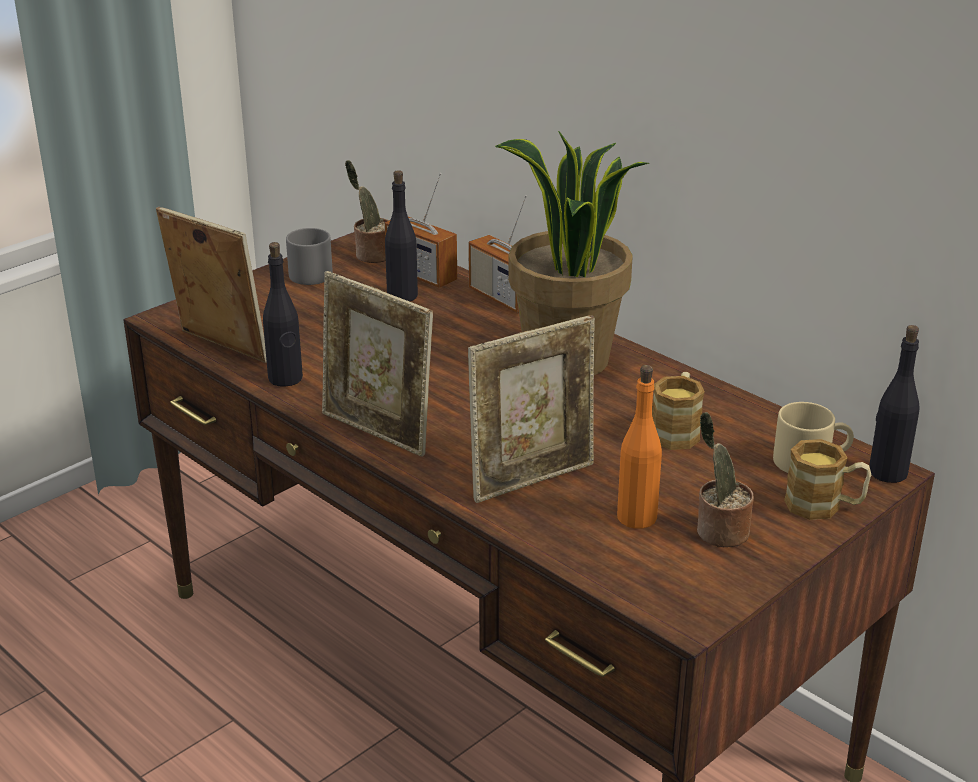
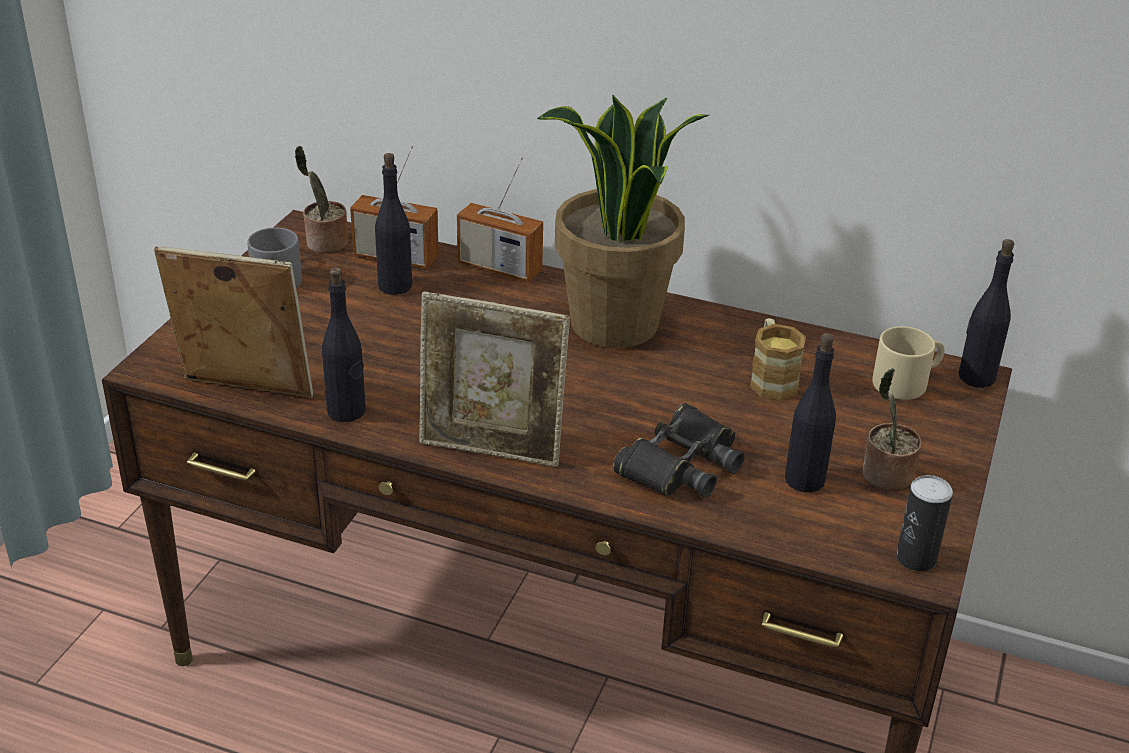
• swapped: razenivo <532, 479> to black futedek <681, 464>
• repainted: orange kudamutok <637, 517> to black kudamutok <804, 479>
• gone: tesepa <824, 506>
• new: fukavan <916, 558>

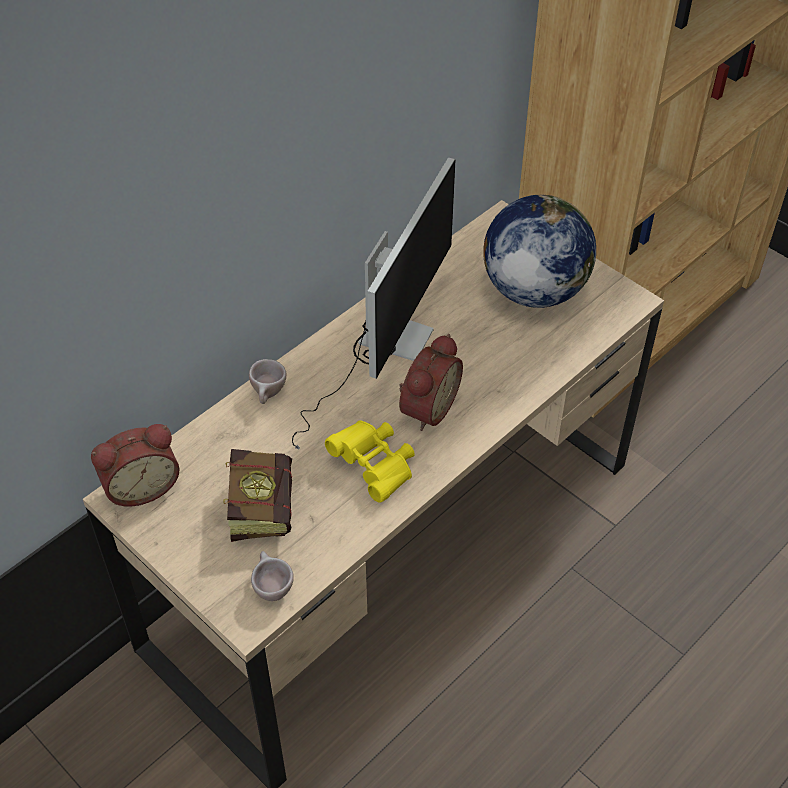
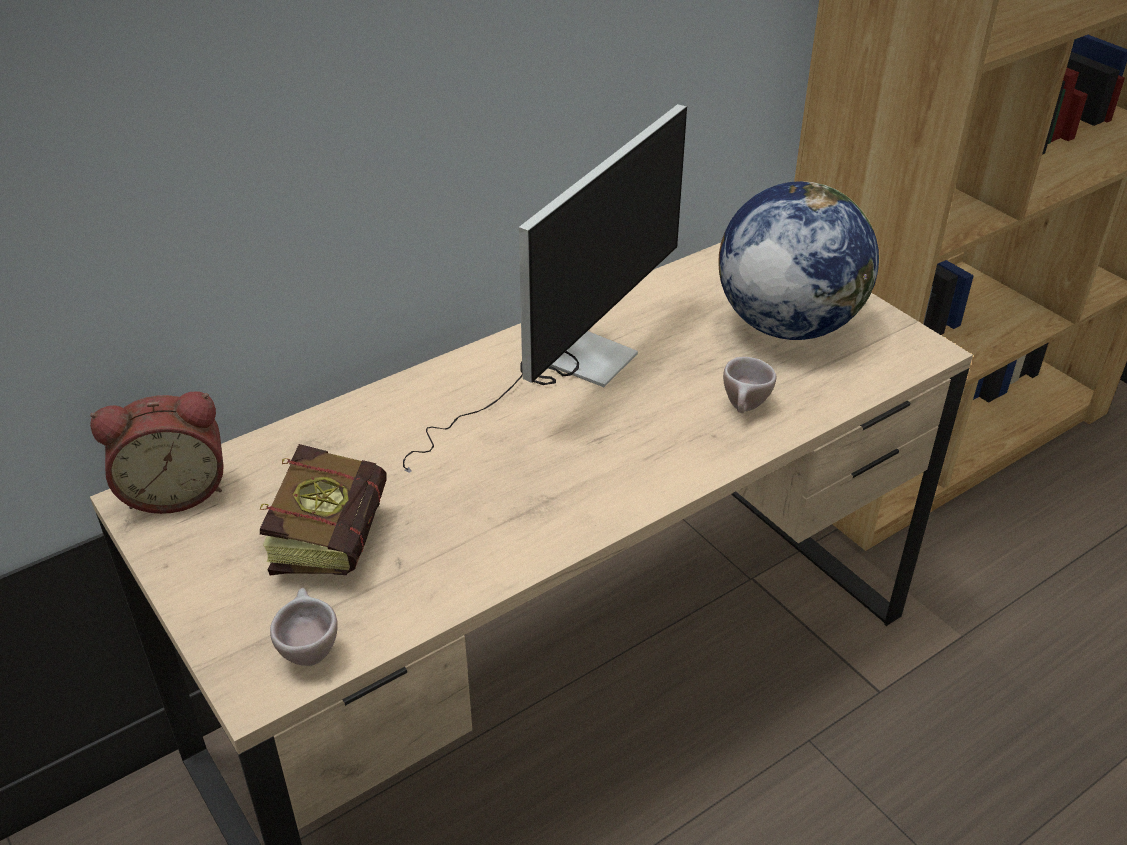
• gone: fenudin <426, 407>
• shifted: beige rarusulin <268, 396> to <745, 409>
• gone: yellow futedek <375, 467>

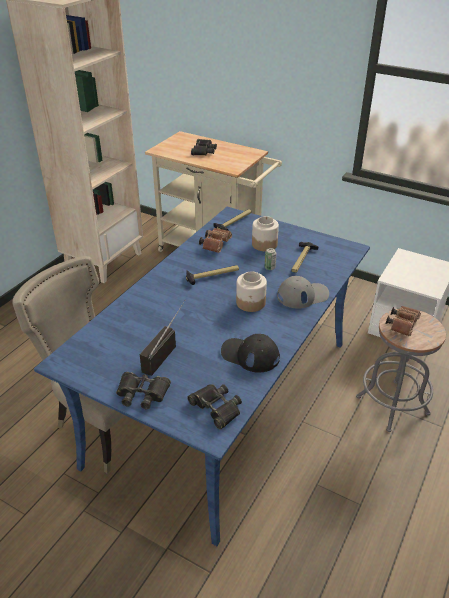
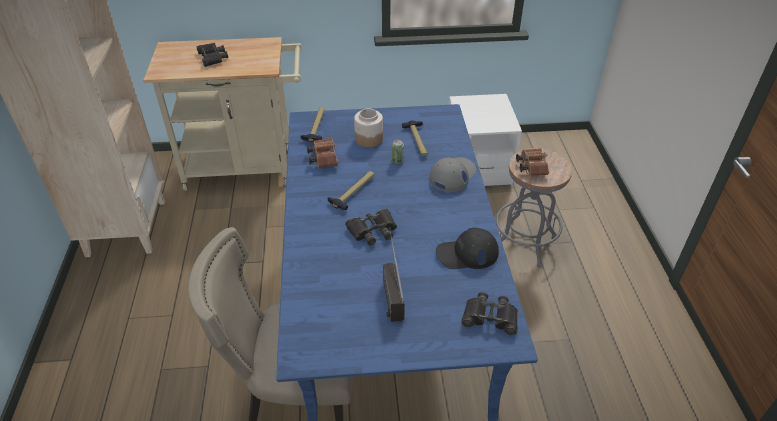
• gone: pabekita <251, 303>
• shifted: black futedek <142, 393> to <373, 230>

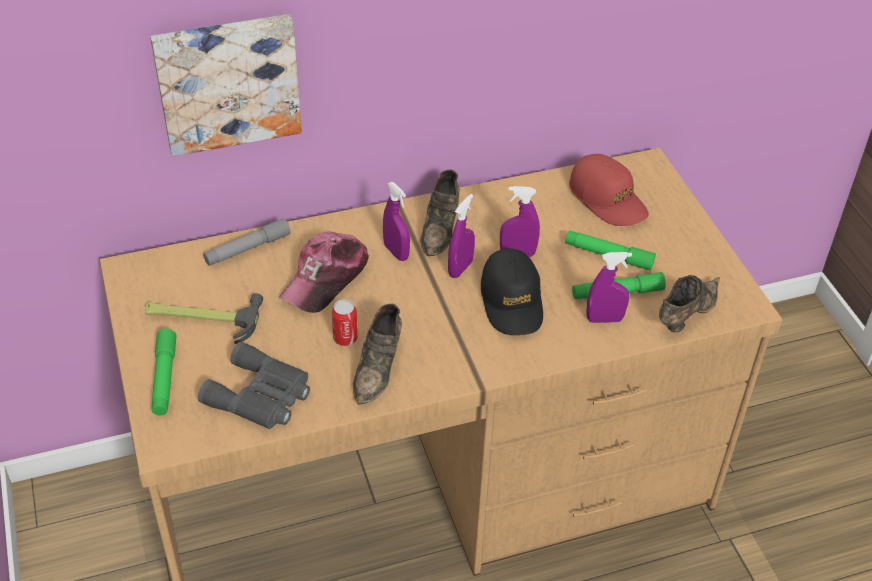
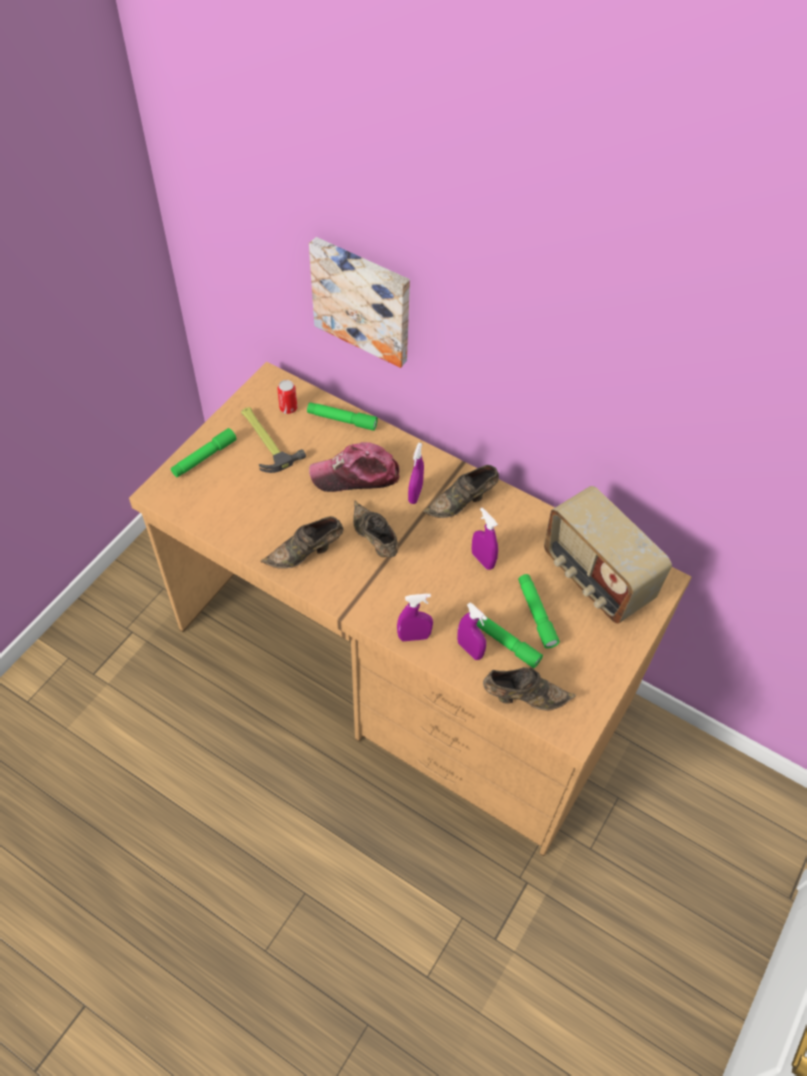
• swapped: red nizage <608, 199> to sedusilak <595, 578>
• shifted: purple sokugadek <460, 268> to <414, 636>
• repainted: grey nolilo <247, 249> to green nolilo <342, 420>
• gone: black nizage <512, 301>
• shifted: fukavan <345, 338> to <288, 408>
• gone: grey futedek <261, 396>
• new: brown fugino <374, 540>

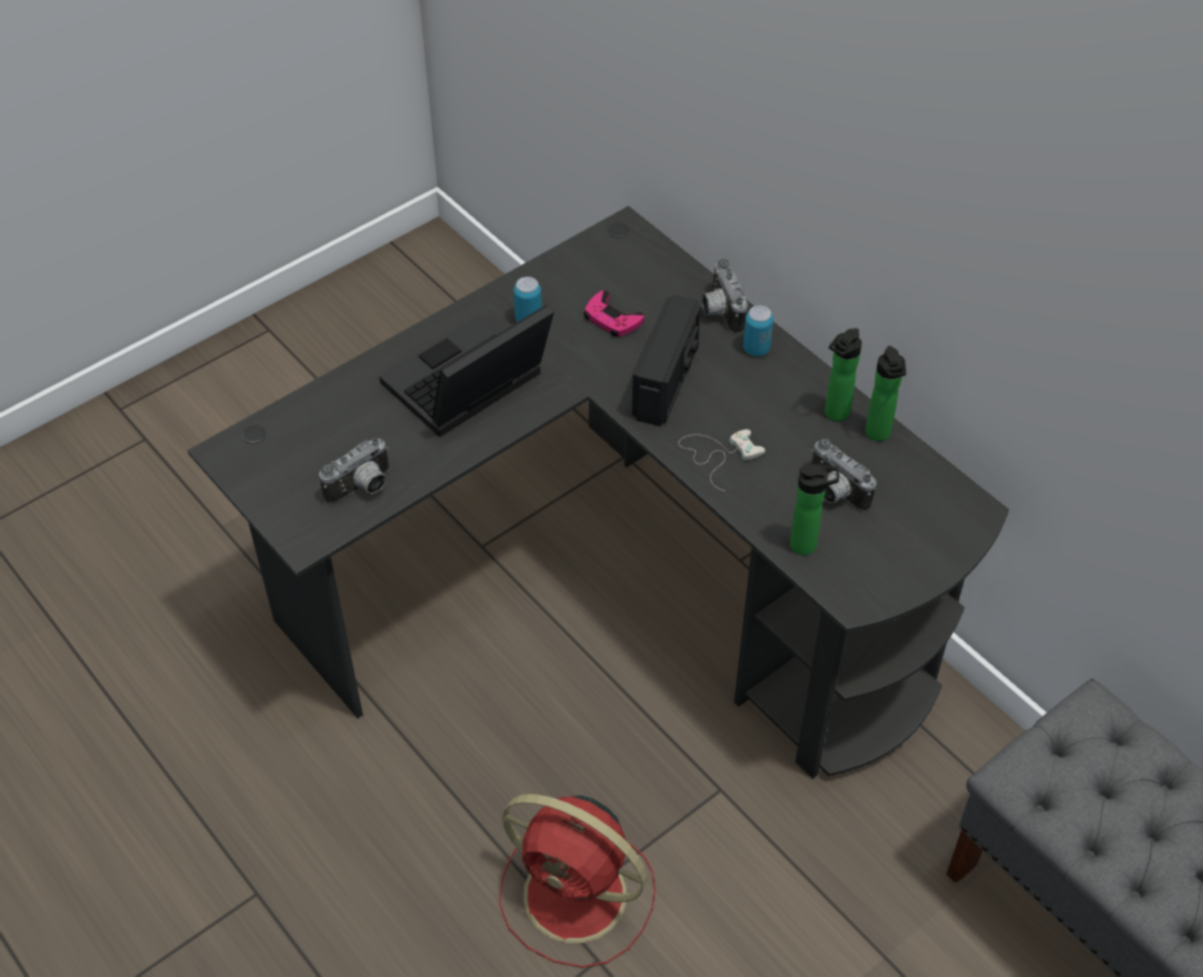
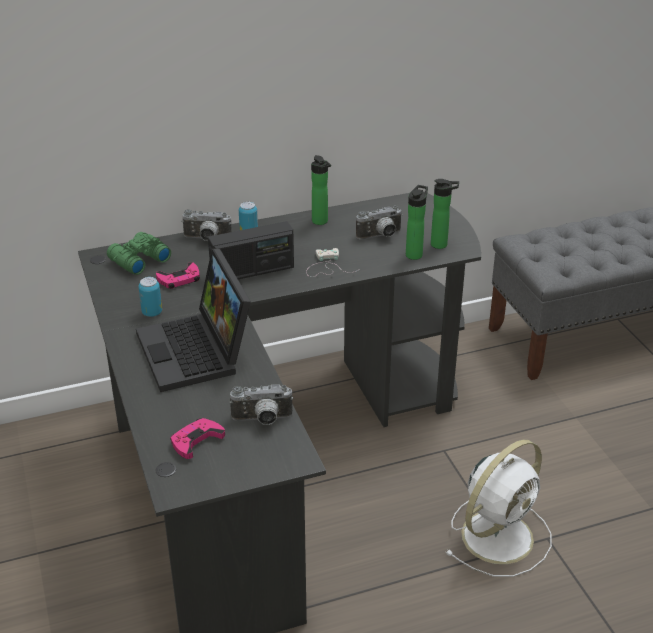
• rotated: sedusilak <666, 382> = <252, 271> 120 degrees clockwise
• shifted: kudamutok <879, 435> to <441, 245>
• rotated: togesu <362, 489> = <262, 420> 105 degrees clockwise
• repainted: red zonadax <579, 897> to white zonadax <499, 535>
• new: green futedek <138, 260>
• new: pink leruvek <196, 440>

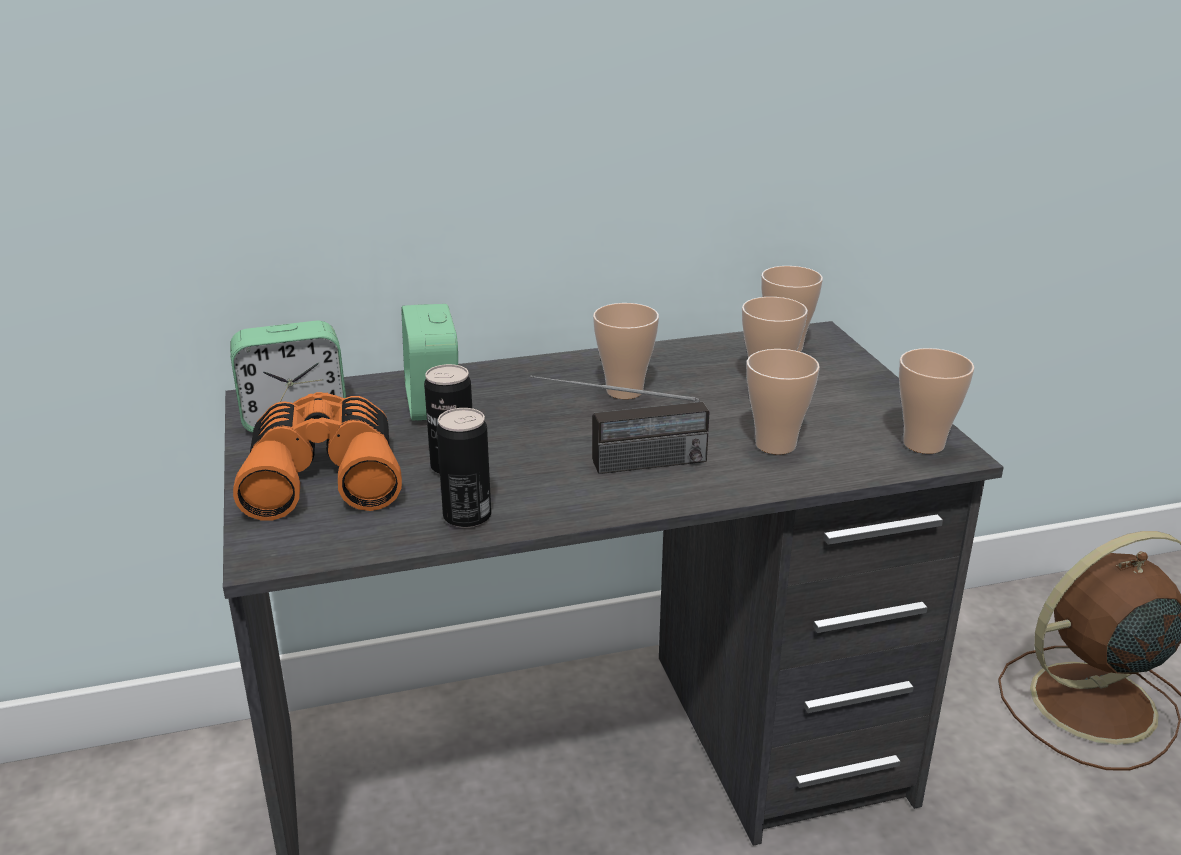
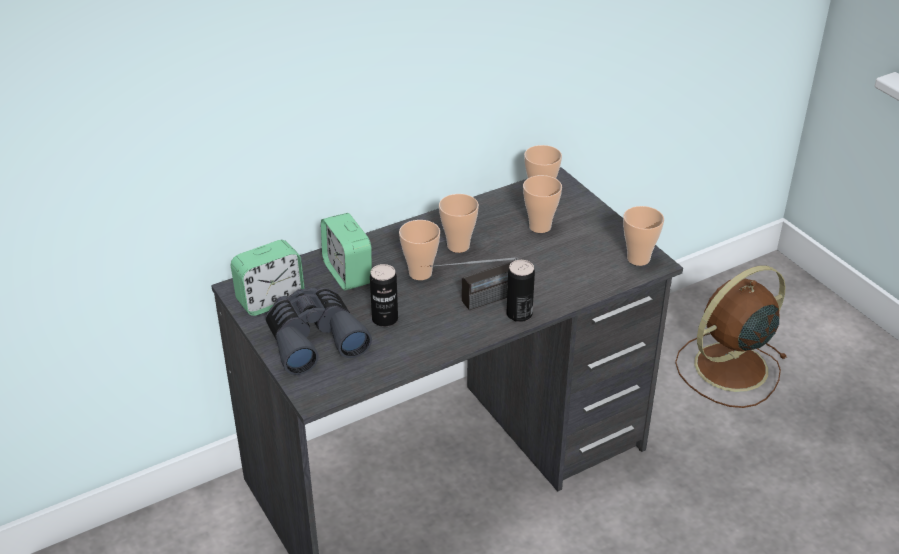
• shifted: rarusulin <775, 445> to <420, 273>
• repainted: orange futedek <324, 475> to grey futedek <314, 338>
• shifted: fukavan <467, 516> to <519, 314>

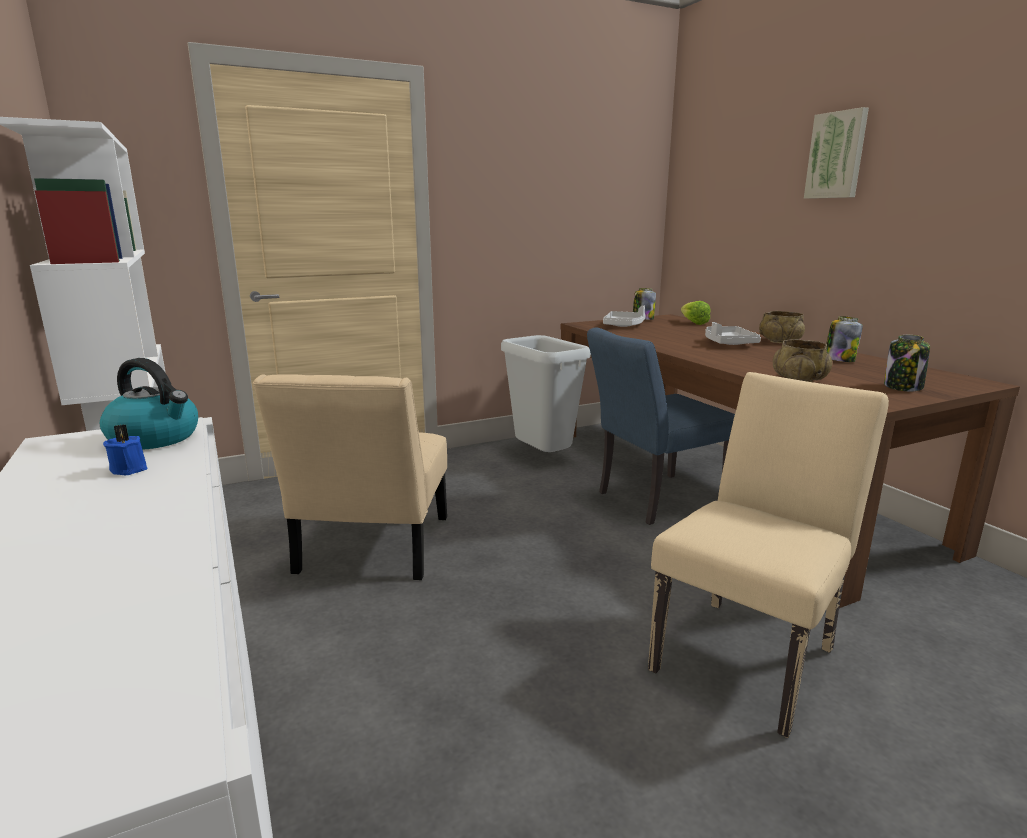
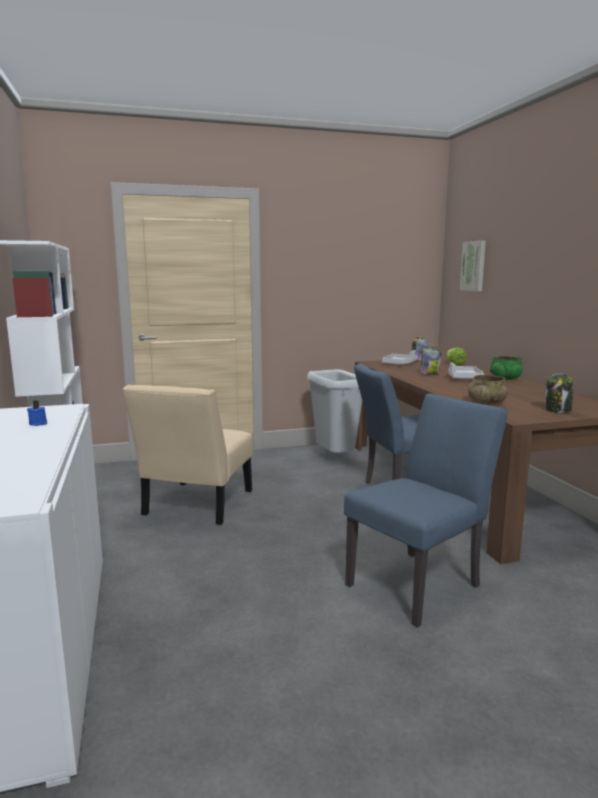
• shifted: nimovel <837, 155> to <474, 266>
• repainted: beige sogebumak <780, 341> to green sogebumak <505, 378>
• shifted: pabekita <839, 360> to <429, 374>
• gone: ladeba <156, 438>
• repainted: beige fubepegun <750, 652> to blue fubepegun <420, 582>

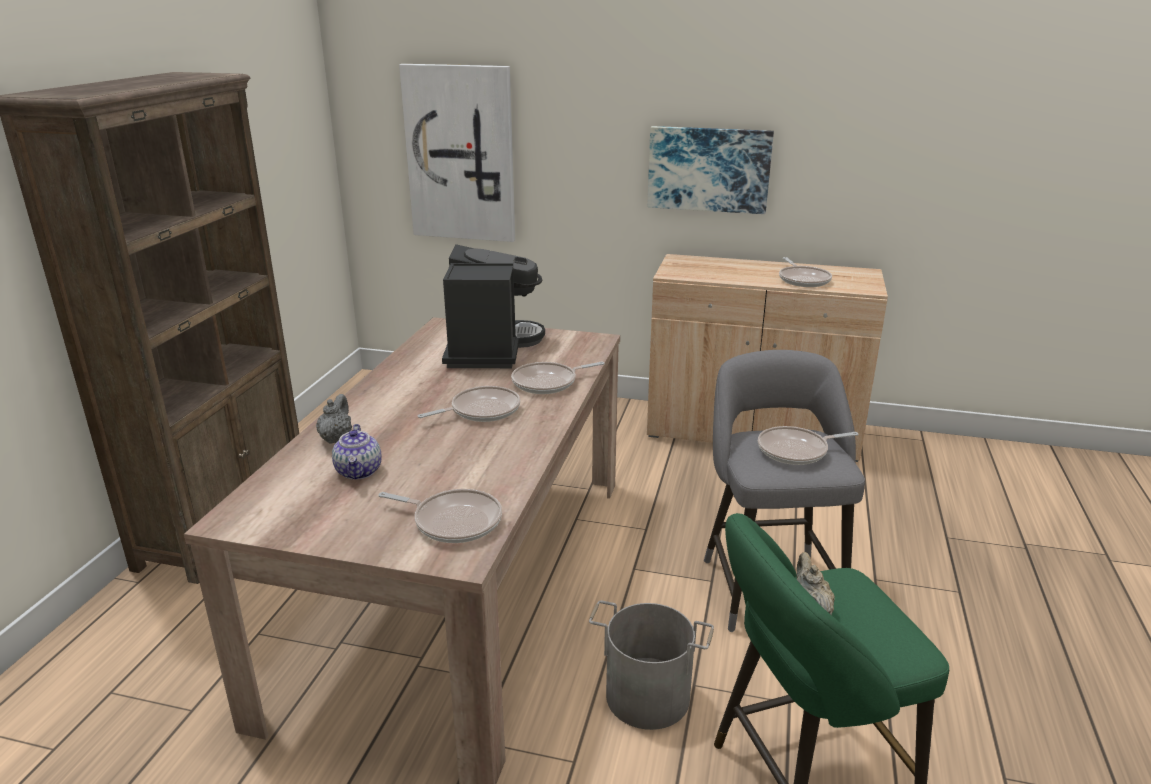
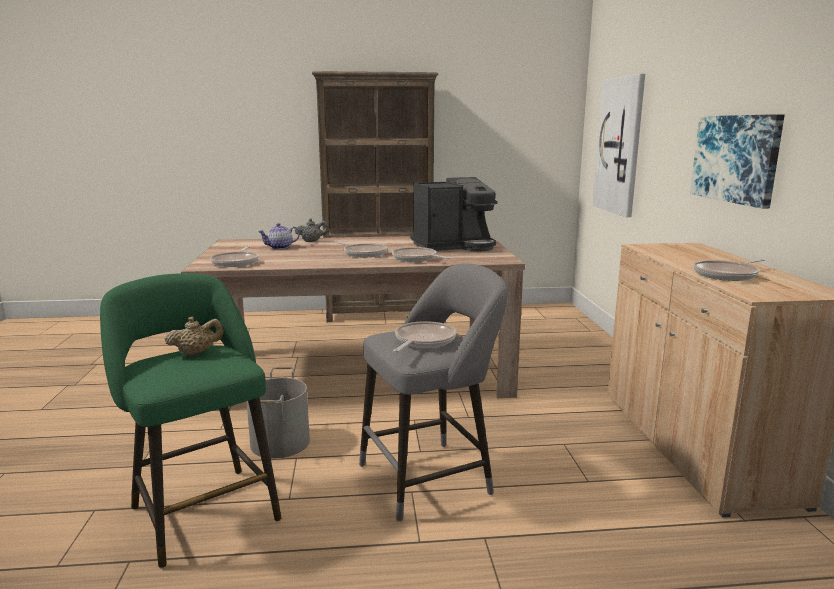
• rotated: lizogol <796, 451> = <423, 341> 60 degrees clockwise

